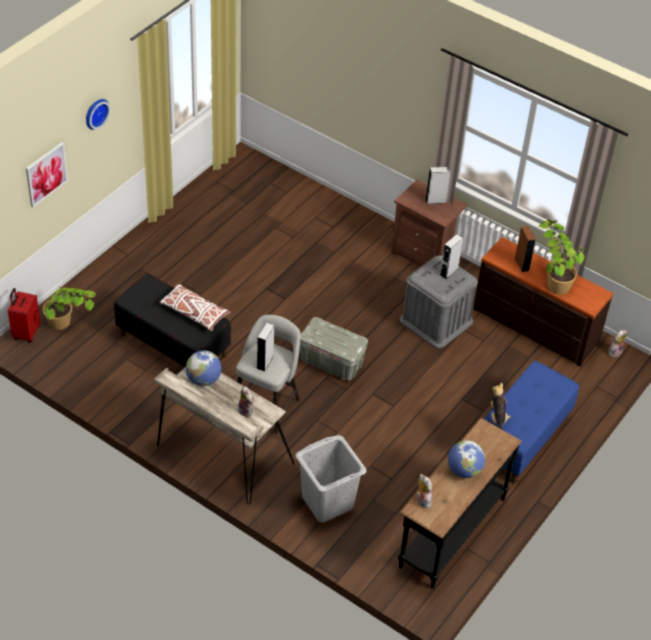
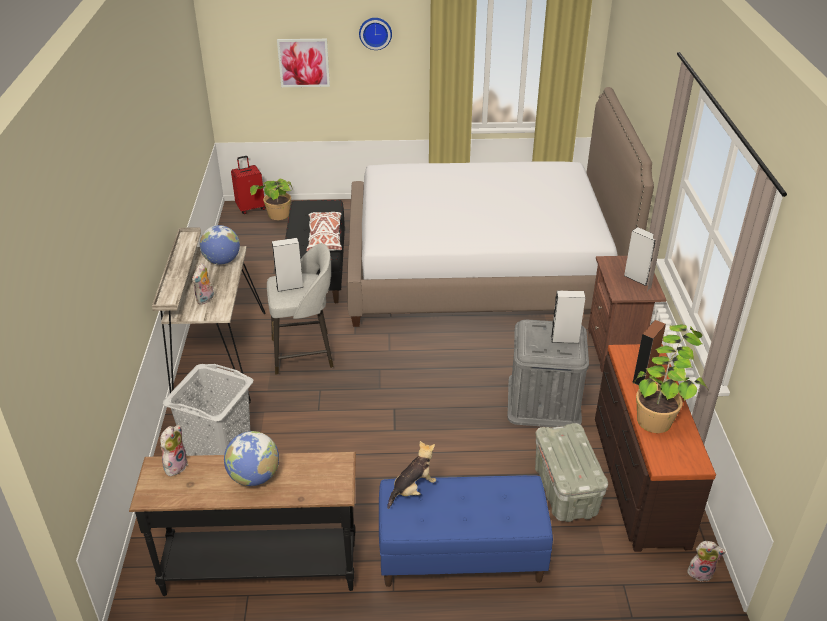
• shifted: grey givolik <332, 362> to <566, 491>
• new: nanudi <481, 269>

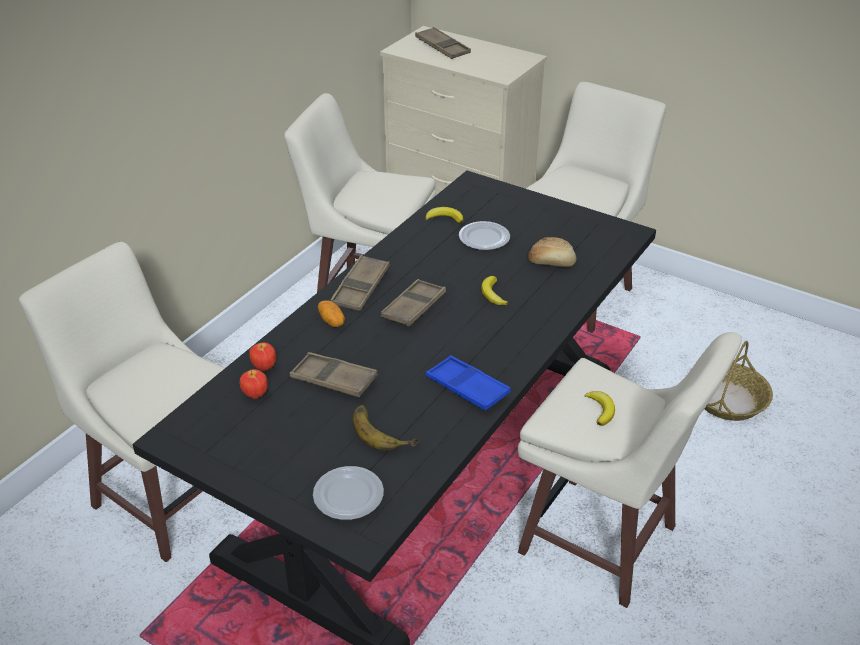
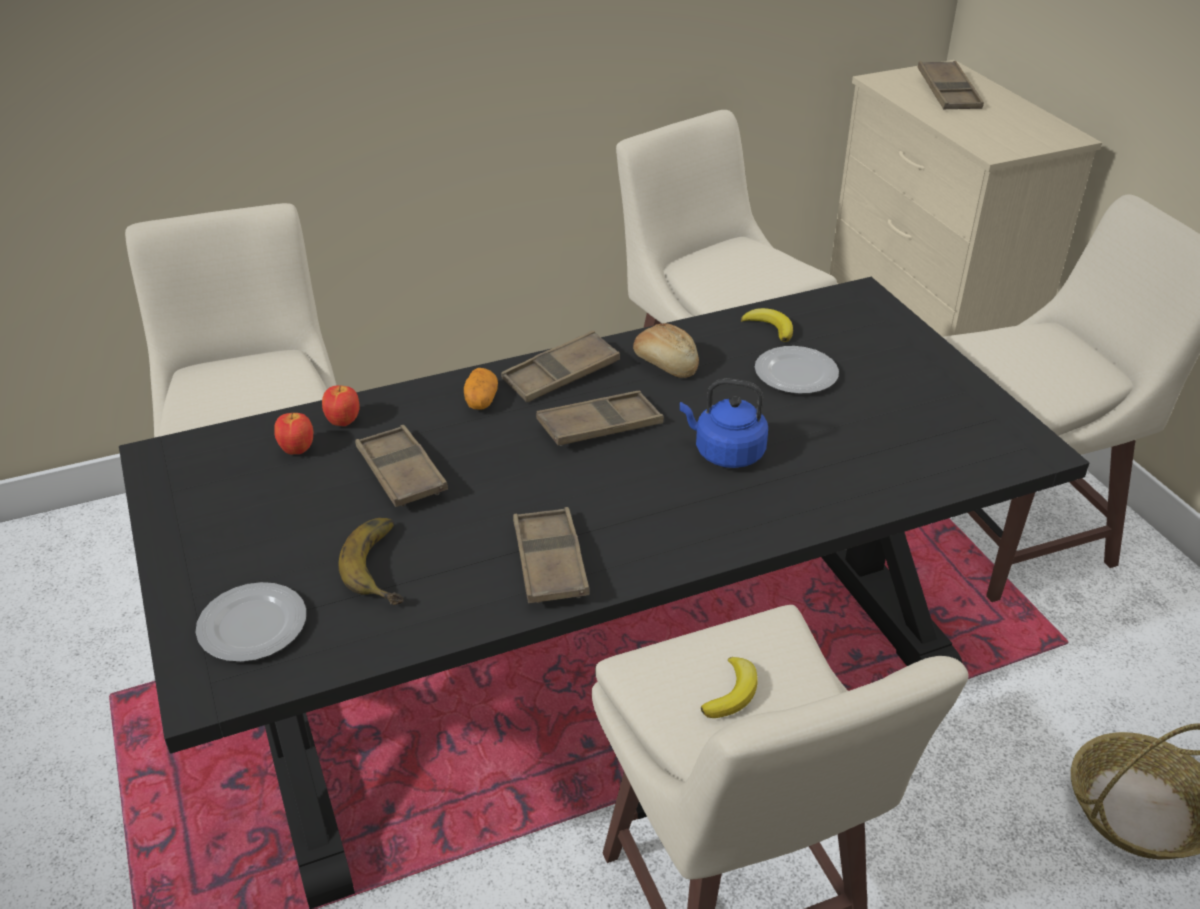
• shifted: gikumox <551, 262> to <666, 364>
• swapped: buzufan <492, 294> to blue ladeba <725, 453>
• repainted: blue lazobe <467, 387> to brown lazobe <550, 562>

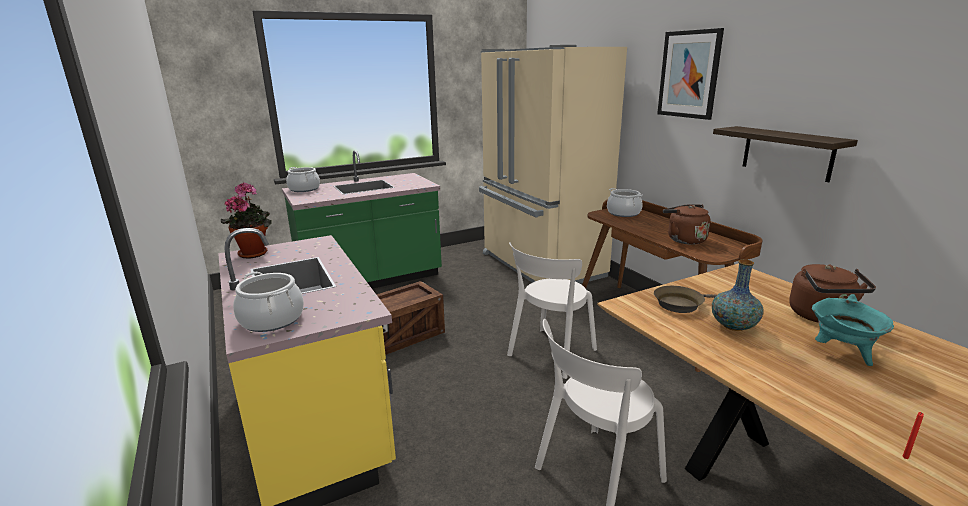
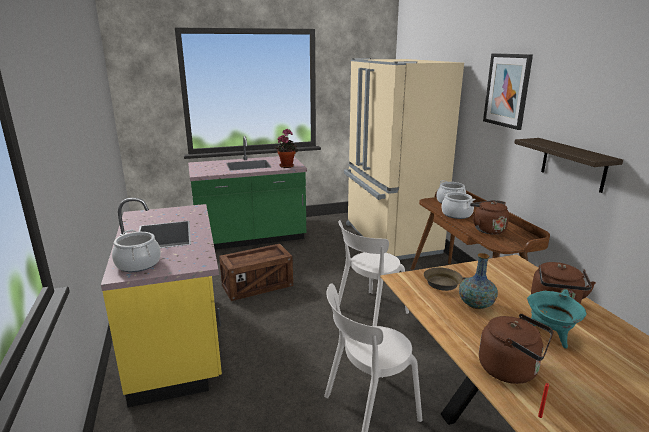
• shifted: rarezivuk <304, 189> to <456, 214>
• shifted: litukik <254, 253> to <287, 166>
• new: brown ladeba <511, 370>

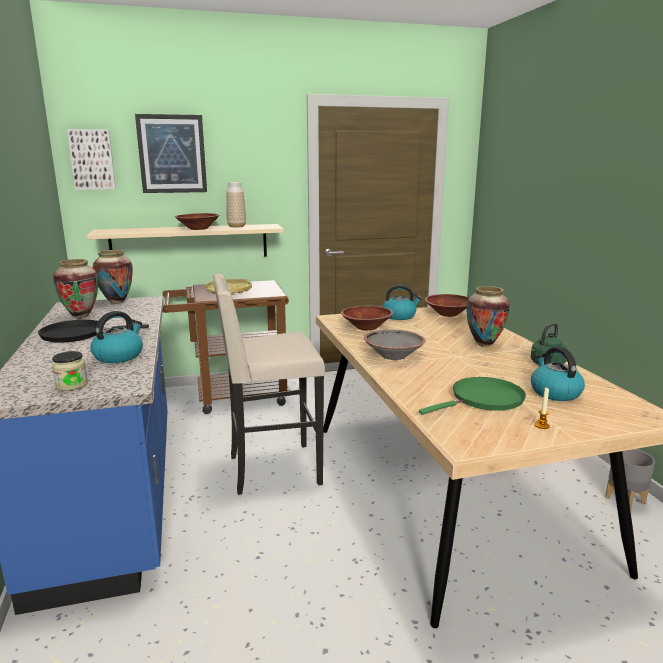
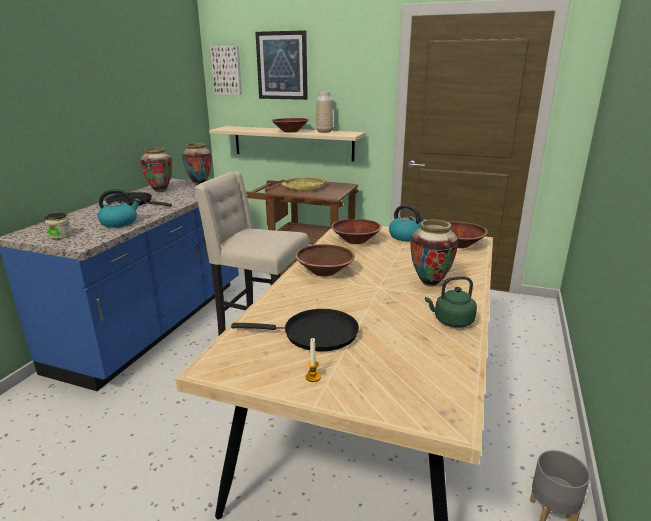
• repainted: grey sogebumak <393, 356> to brown sogebumak <324, 271>
• gone: ladeba <554, 392>
• repainted: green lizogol <483, 399> to black lizogol <315, 334>

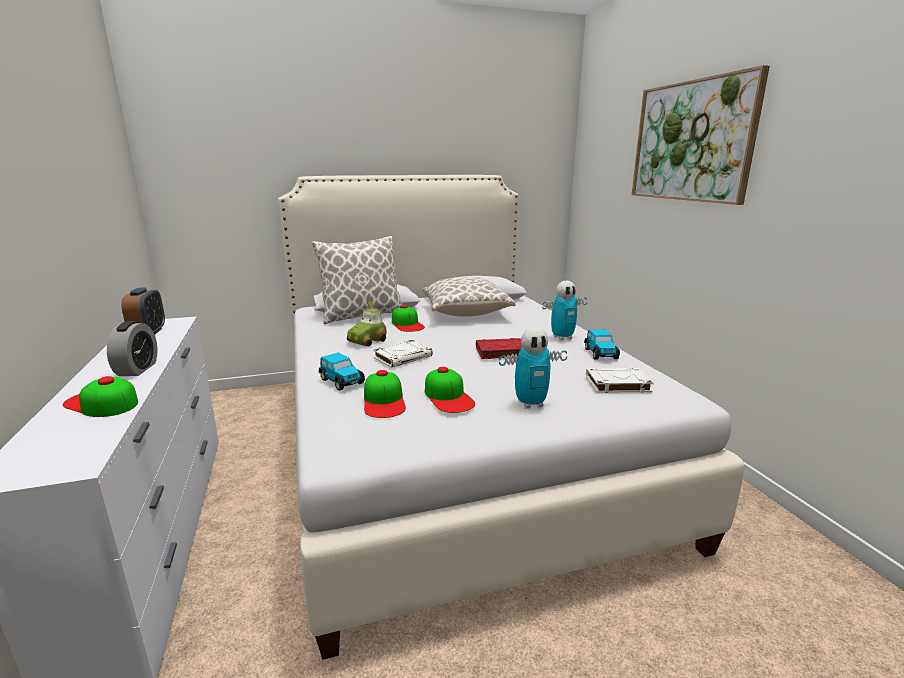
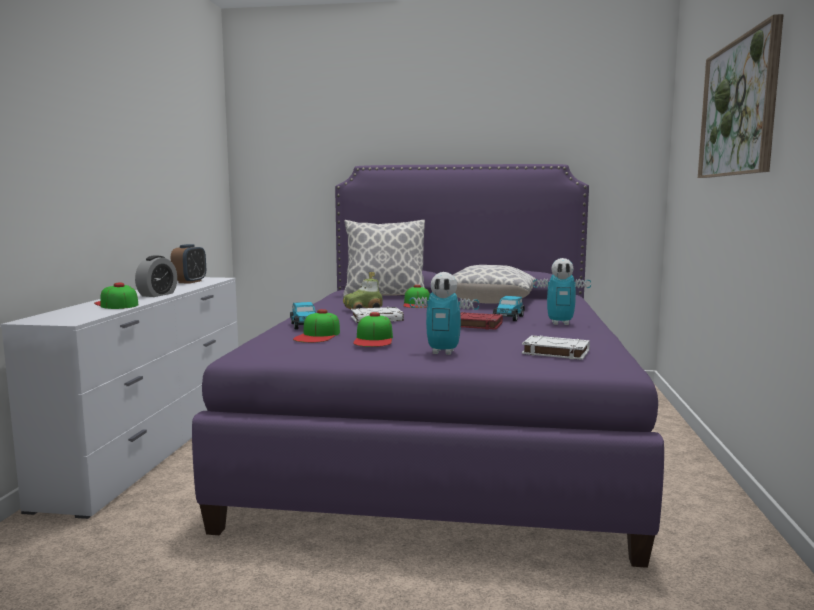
• repainted: white nanudi <451, 446> to purple nanudi <442, 436>
• shifted: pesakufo <600, 353> to <508, 317>

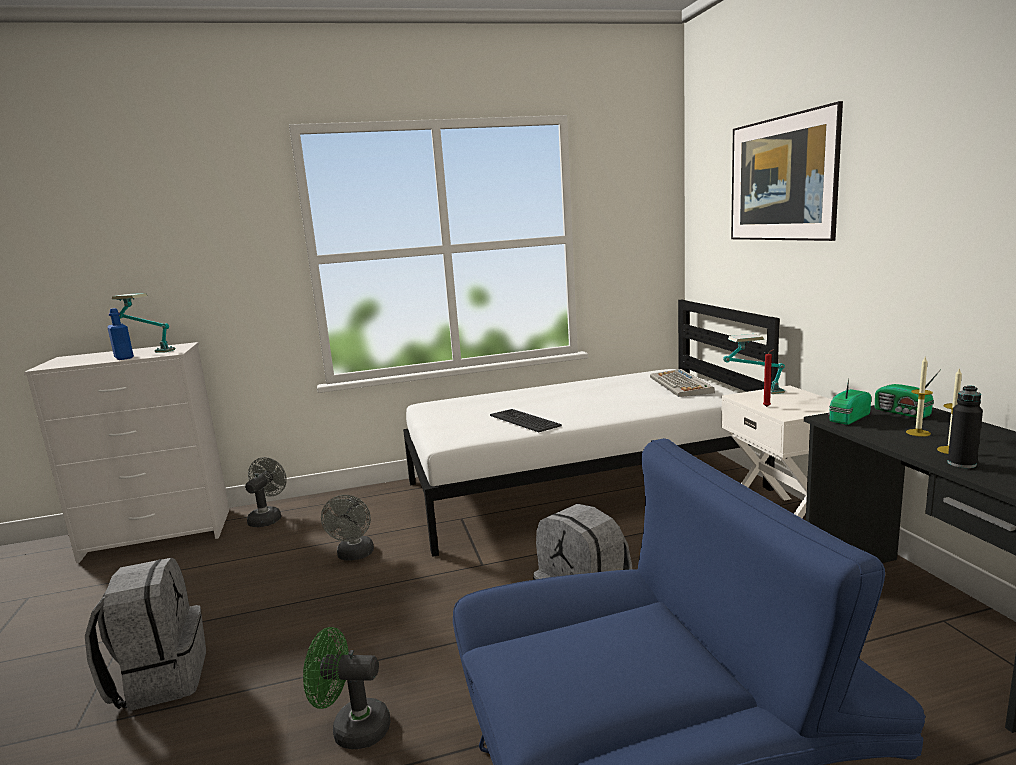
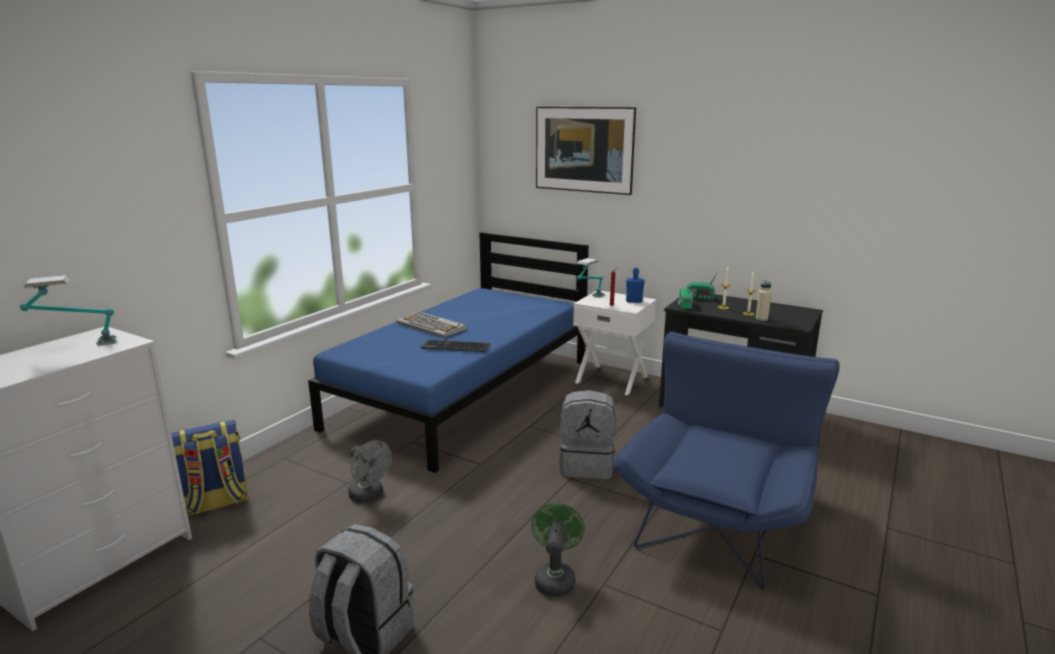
• repainted: white nanudi <580, 486> to blue nanudi <465, 393>
• shifted: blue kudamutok <124, 358> to <634, 301>
• shifted: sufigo <681, 385> to <431, 326>
• repainted: black kudamutok <961, 464> to beige kudamutok <761, 319>
• swapped: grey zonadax <268, 518> to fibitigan <215, 503>
• rotated: green zonadax <352, 728> = <555, 578> 135 degrees clockwise

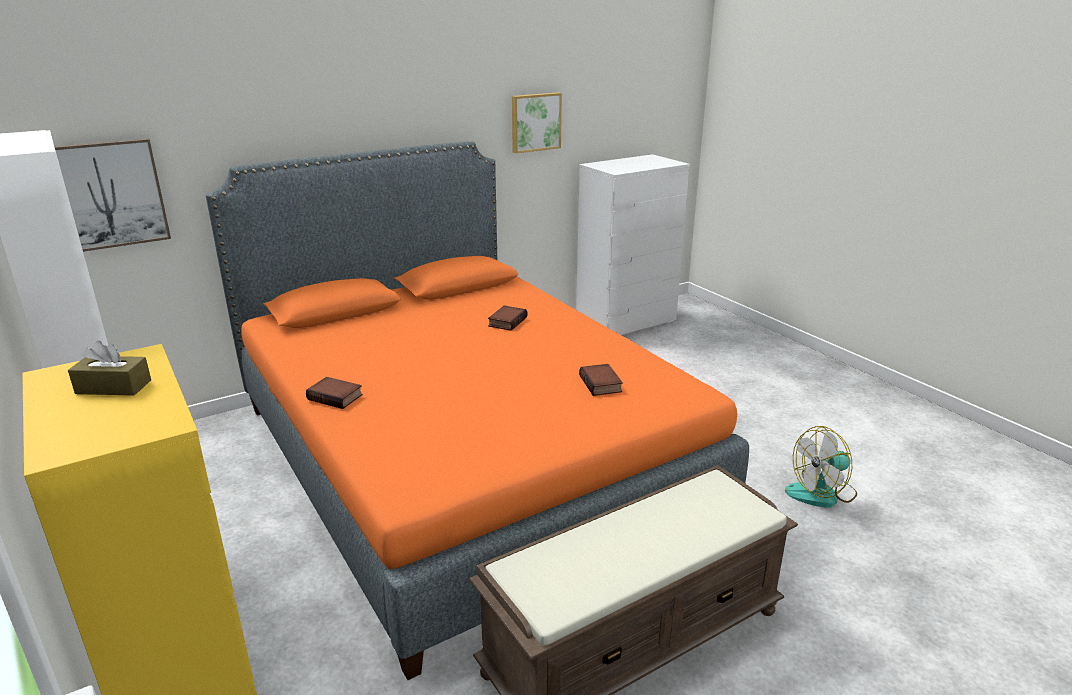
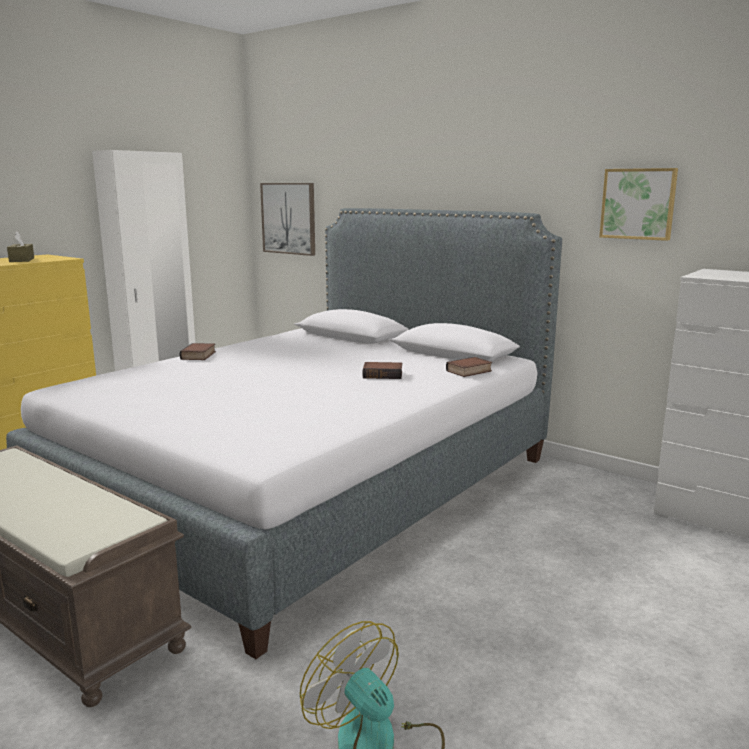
• repainted: orange nanudi <461, 461> to grey nanudi <310, 487>
• shifted: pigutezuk <602, 384> to <469, 371>

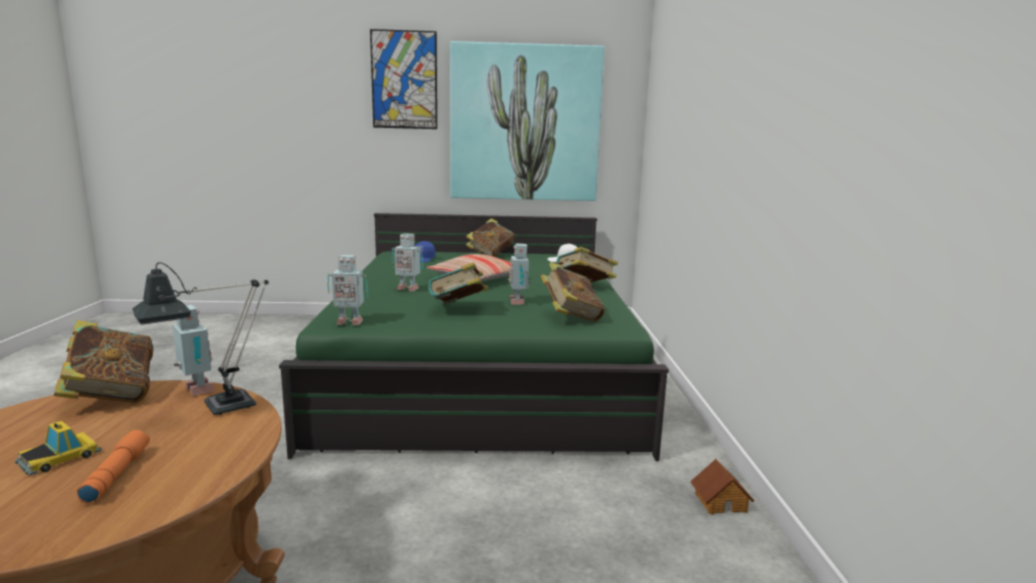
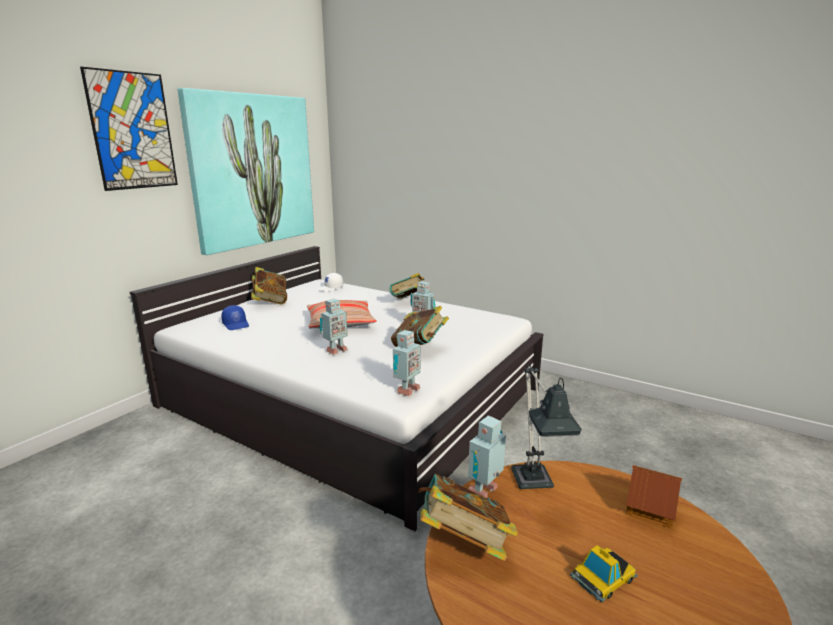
• repainted: green nanudi <482, 369> to white nanudi <350, 397>
• gone: pigutezuk <571, 317>
• rotated: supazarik <196, 391> = <485, 492> 45 degrees counterclockwise
• rotated: pesakufo <59, 458> = <603, 577> 105 degrees counterclockwise
• gone: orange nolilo <116, 474>
• shifted: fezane <720, 502> to <649, 506>

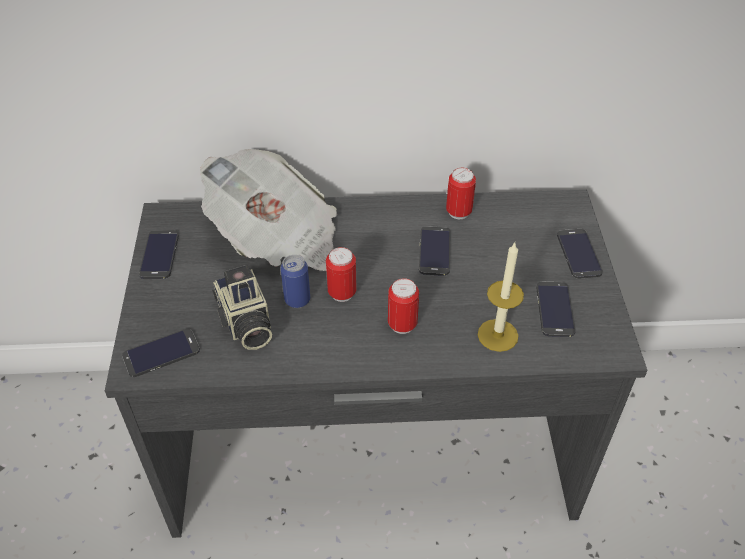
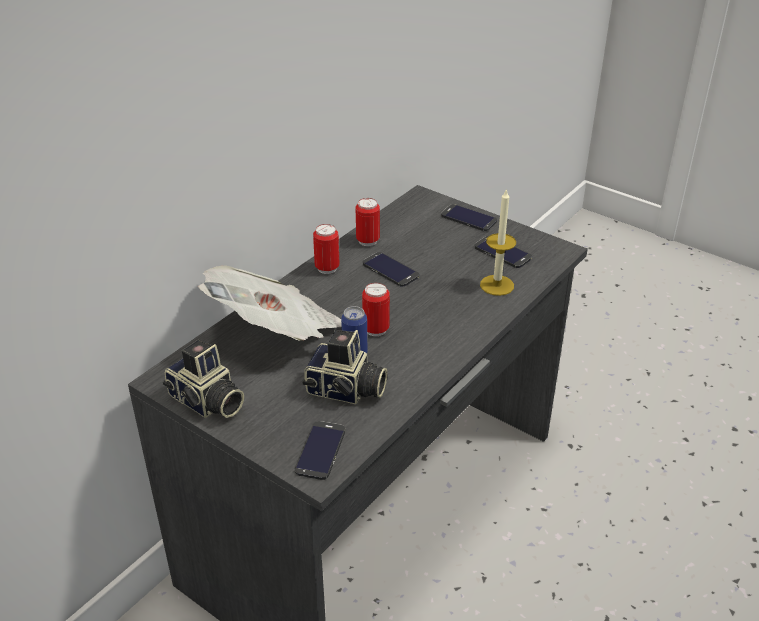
• swapped: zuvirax <159, 255> to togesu <206, 402>
• shifted: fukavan <402, 324> to <327, 268>

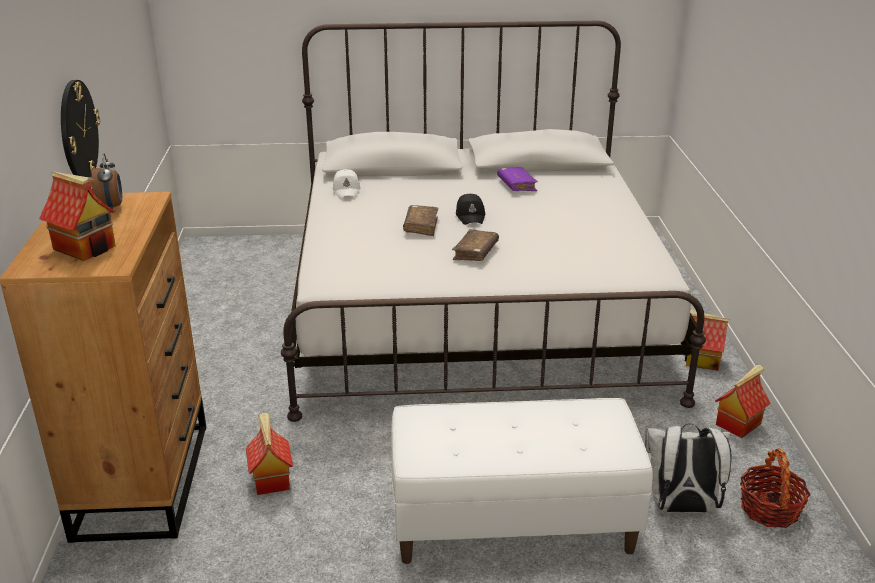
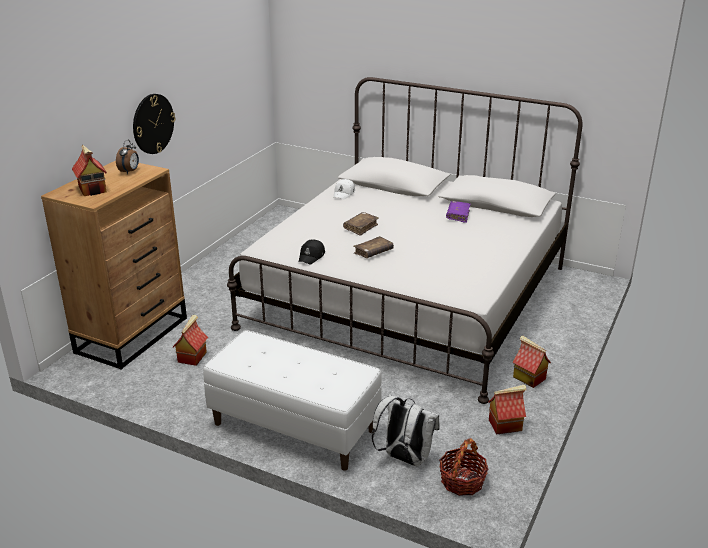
• shifted: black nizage <470, 215> to <312, 256>

